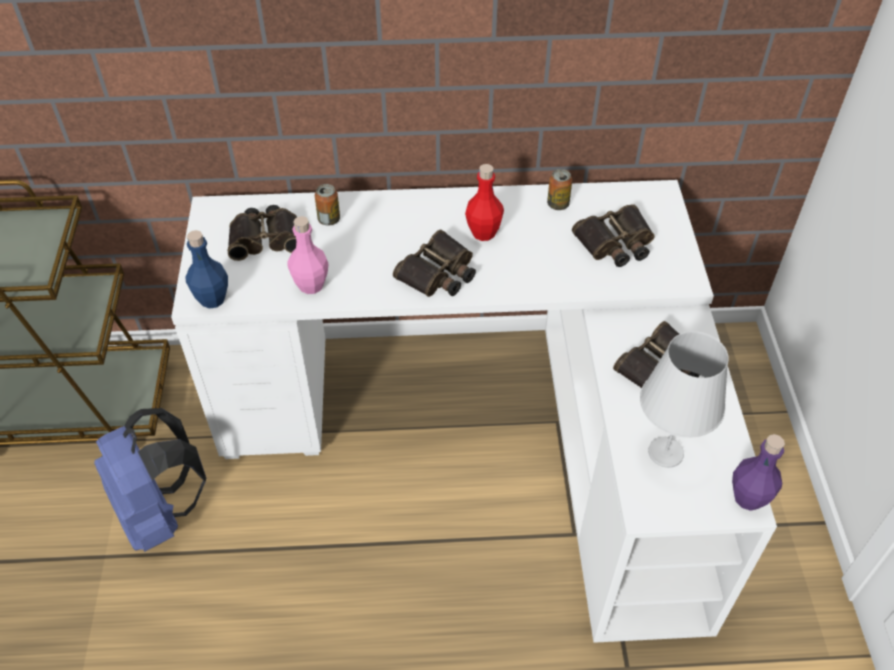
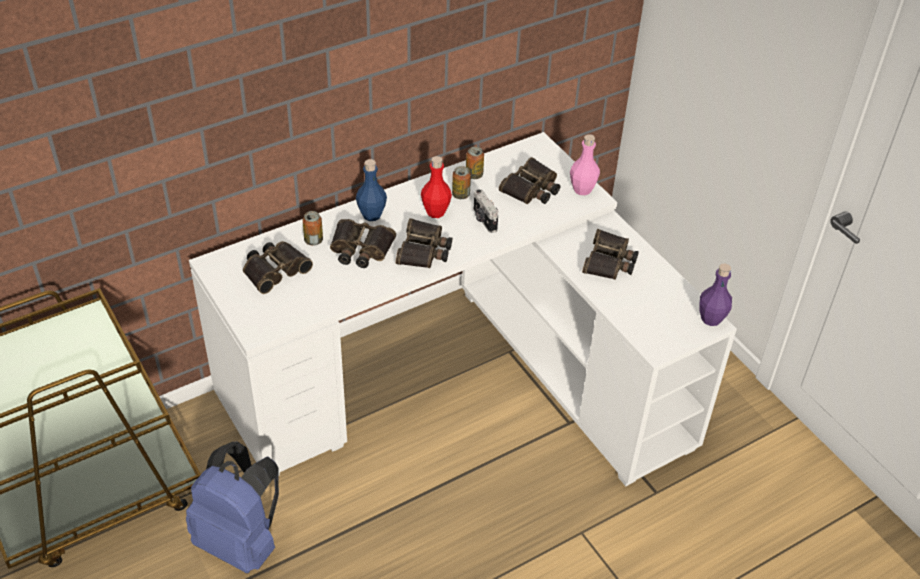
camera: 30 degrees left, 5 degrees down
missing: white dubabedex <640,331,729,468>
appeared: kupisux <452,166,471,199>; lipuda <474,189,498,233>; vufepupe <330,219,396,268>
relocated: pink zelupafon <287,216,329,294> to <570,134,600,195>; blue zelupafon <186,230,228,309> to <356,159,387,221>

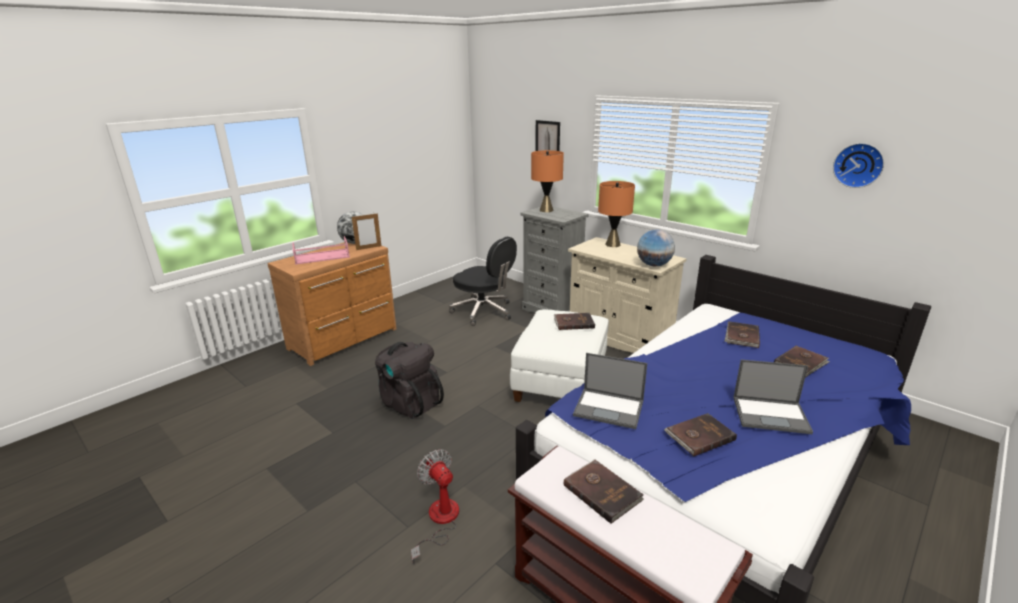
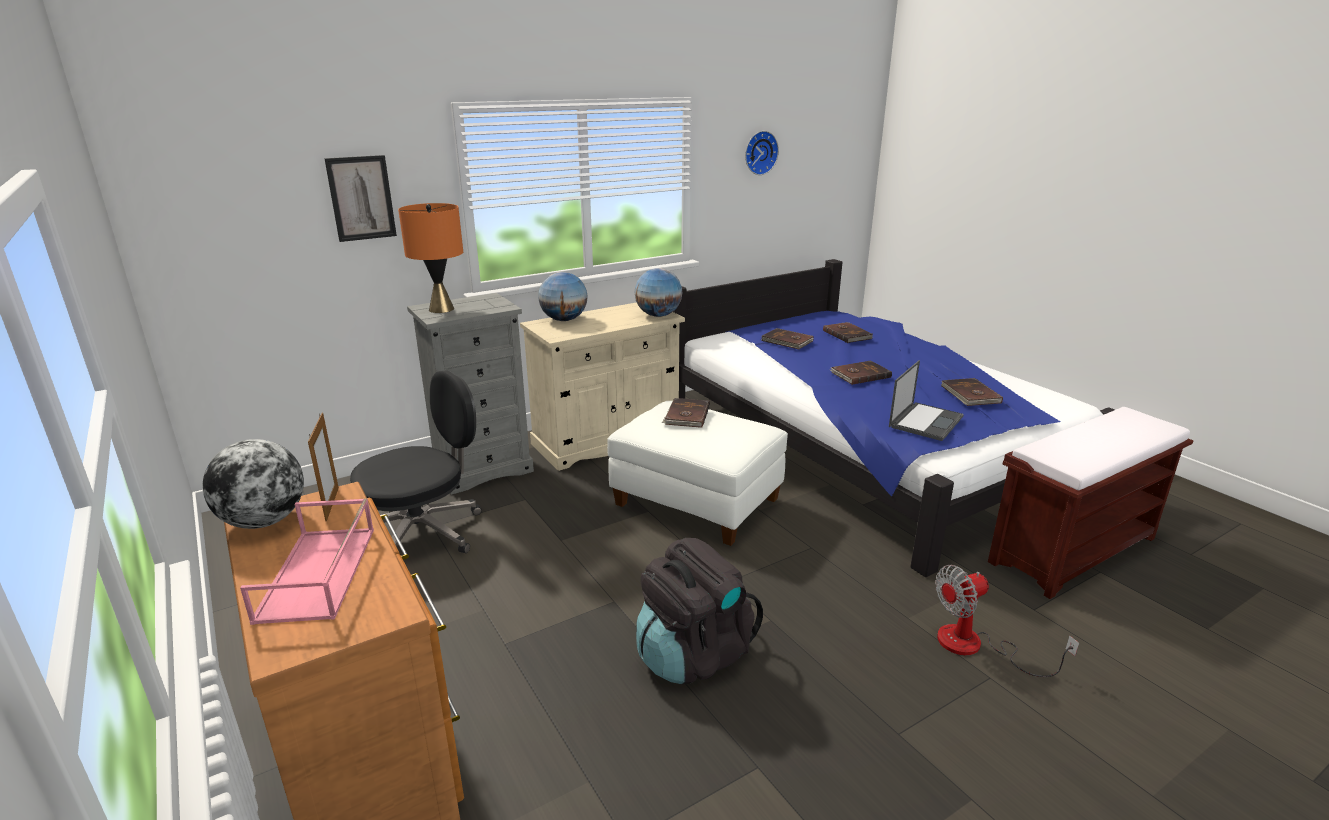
camera: 75 degrees left, 0 degrees up
missing: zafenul <733,360,813,434>
relocated: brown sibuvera <564,459,644,524> to <830,361,892,385>
exchanged: orange dubabedex <598,181,635,247> to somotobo <538,272,588,321>

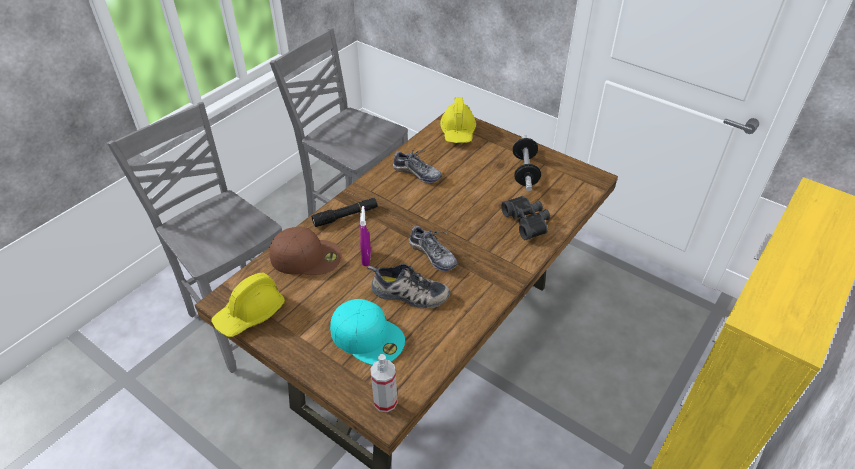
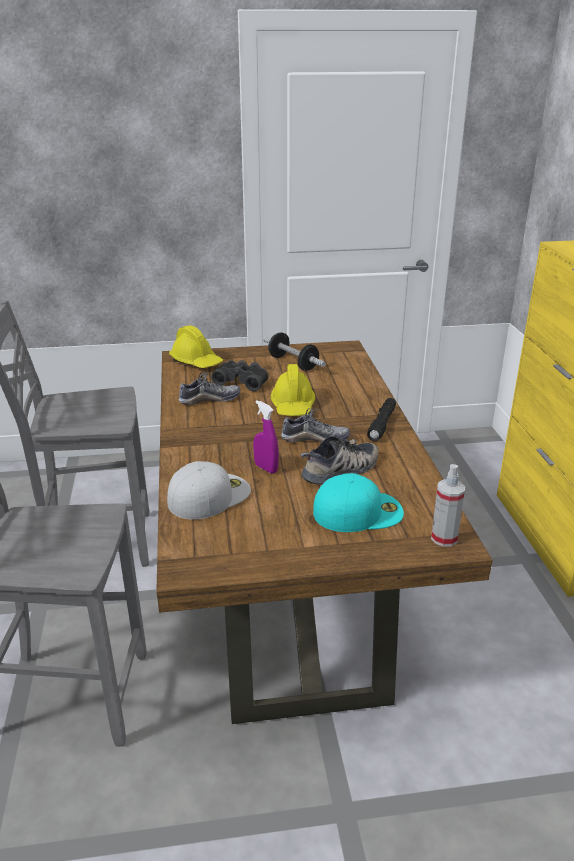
camera: 45 degrees left, 15 degrees down
relocated: black vufepupe <501,196,550,240> to <211,360,269,391>; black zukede <311,198,377,227> to <367,398,396,441>; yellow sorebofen <211,272,285,337> to <270,364,315,416>
colour: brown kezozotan <270,227,341,275> to white kezozotan <167,461,251,520>

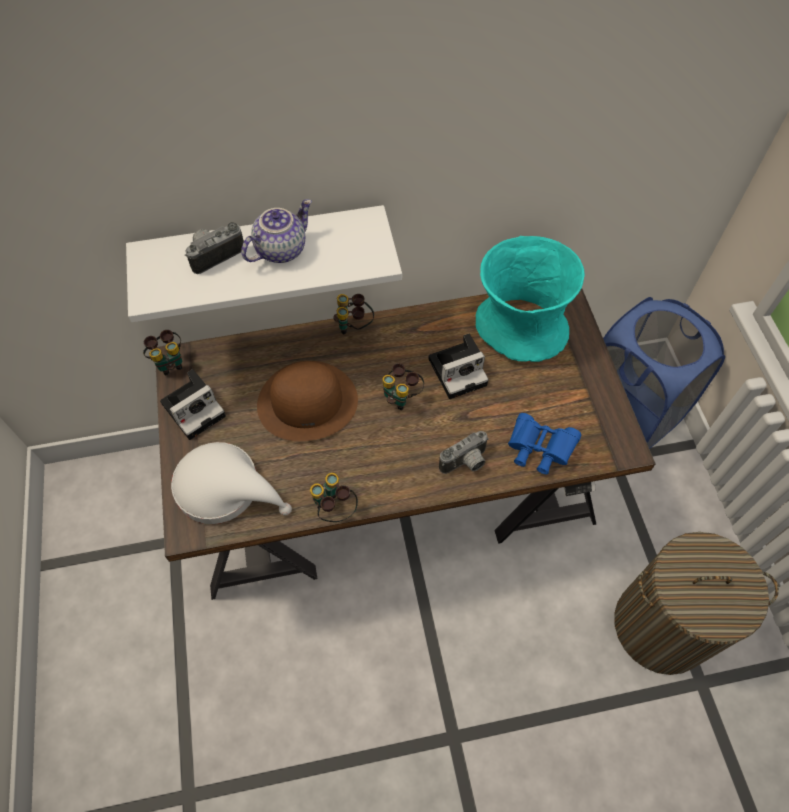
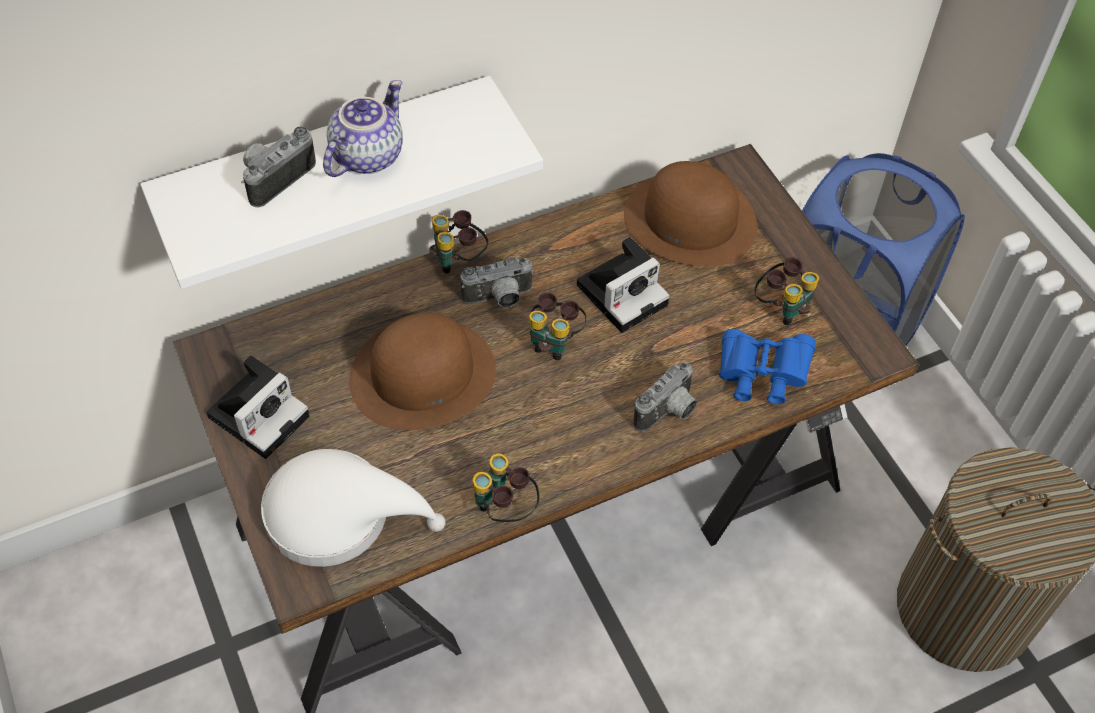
camera: 15 degrees left, 5 degrees down
appeared: lipuda <461,257,534,308>
relocated: vufepupe <143,330,182,375> to <755,257,819,325>
exchanged: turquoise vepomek <476,236,585,362> to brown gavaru <624,161,757,267>

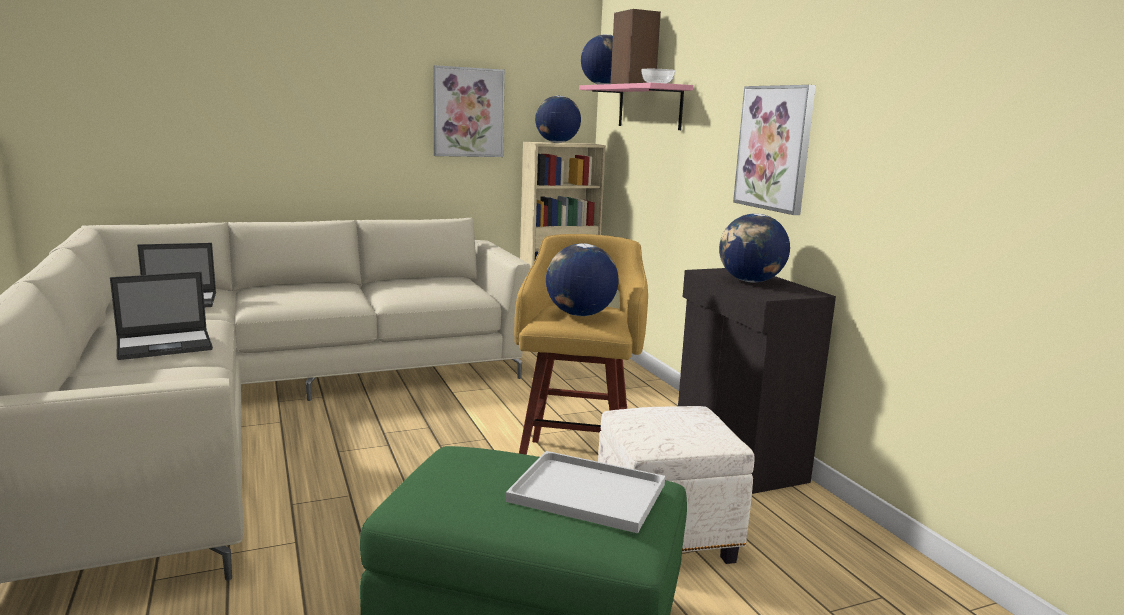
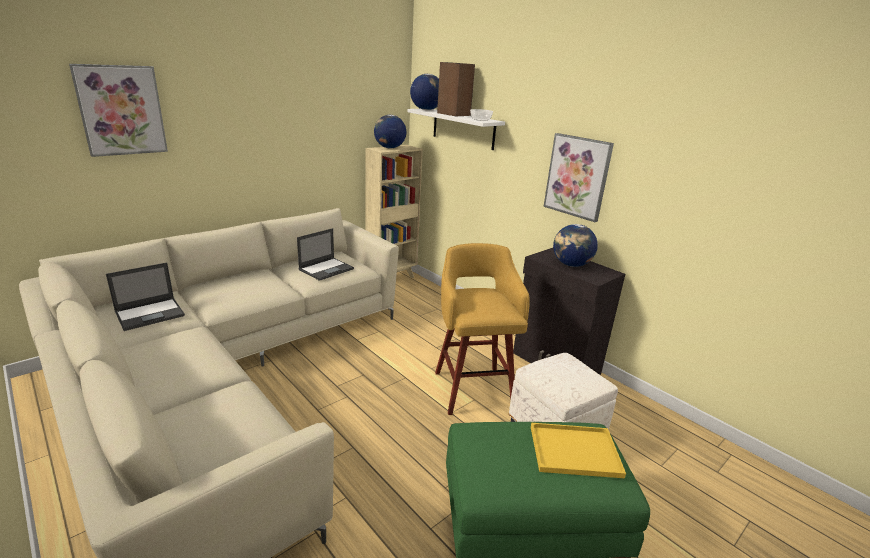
camera: 20 degrees left, 10 degrees up
missing: somotobo <546,243,618,316>
relocated: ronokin <433,65,505,157> to <69,64,168,157>; zafenul <110,272,213,360> to <297,228,354,281>
colour: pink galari <579,83,693,130> to white galari <407,109,505,150>; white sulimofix <506,451,665,533> to yellow sulimofix <531,423,626,478>

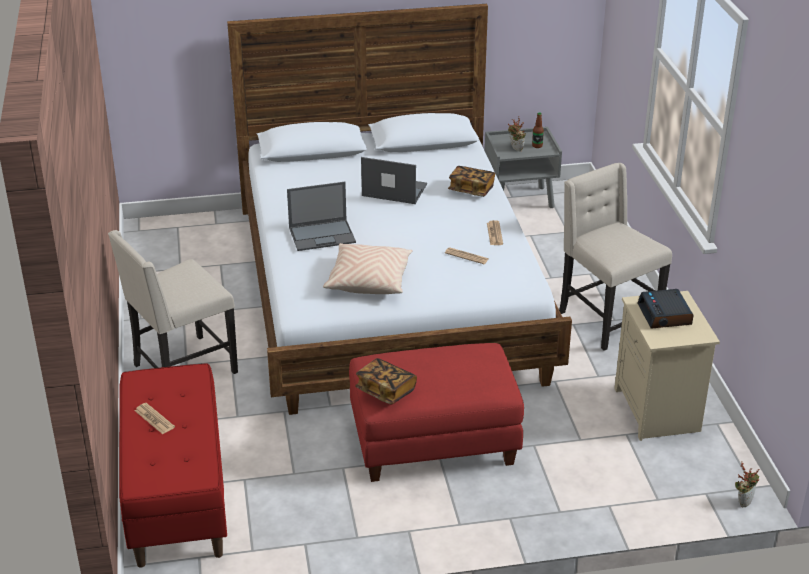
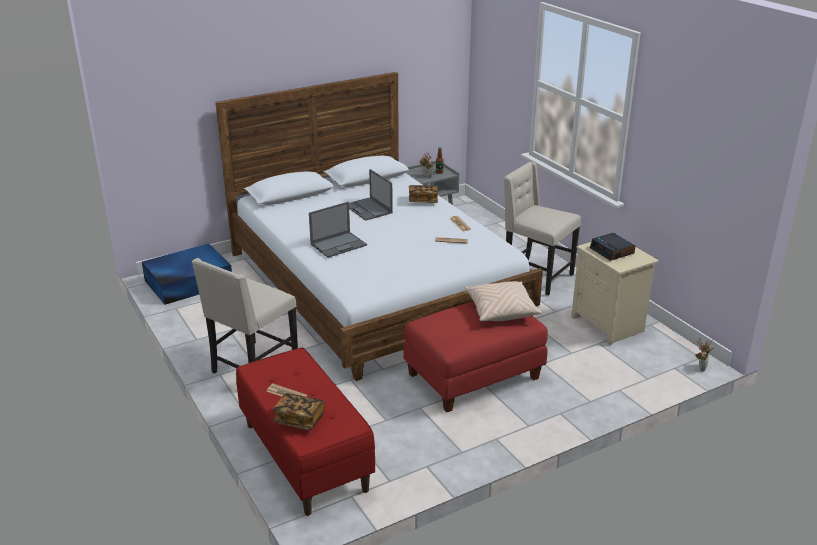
camera: 20 degrees left, 5 degrees down
appeared: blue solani <142,243,232,305>
relocated: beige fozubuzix <323,243,413,294> to <464,281,542,321>; sibuvera <355,358,417,404> to <273,393,325,430>
spun: zafenul <361,157,427,204> = <349,169,393,221> 120 degrees counterclockwise

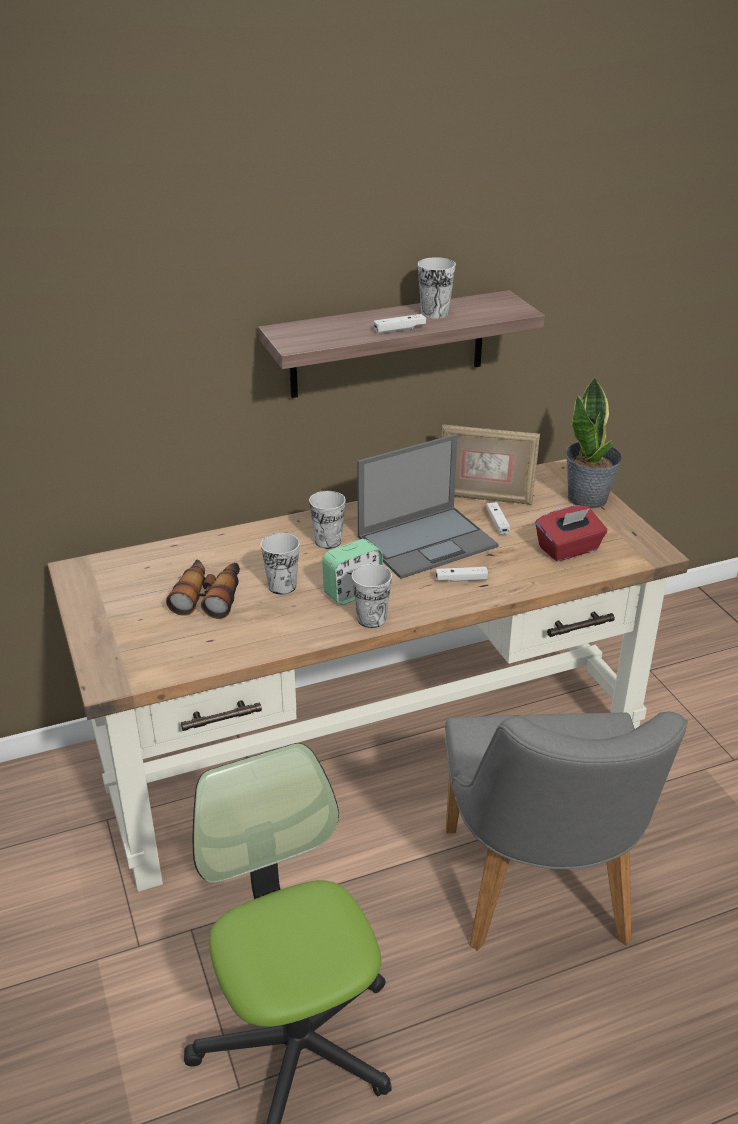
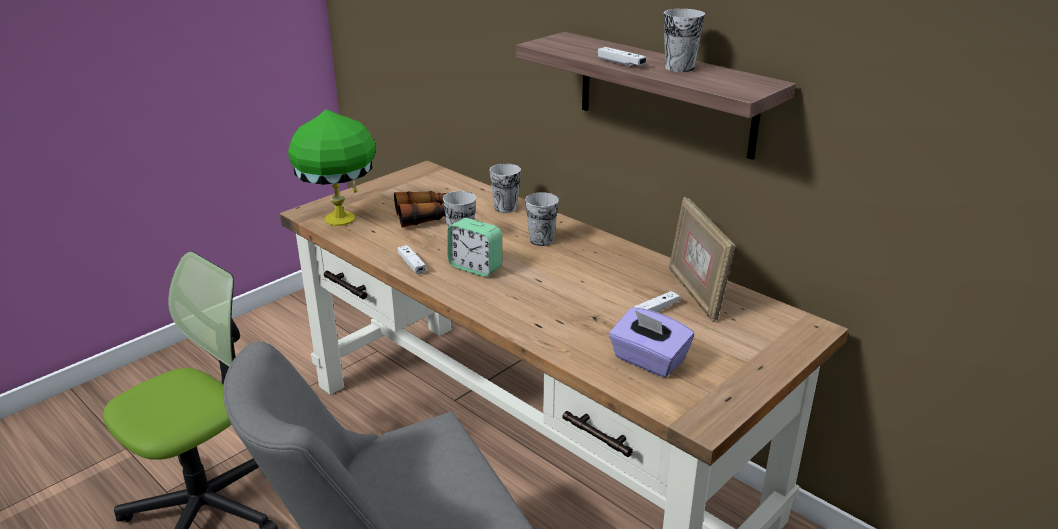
camera: 65 degrees right, 5 degrees down
missing: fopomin <565,376,623,509>; zafenul <357,434,499,579>
appeared: green dubabedex <288,109,376,226>
relocated: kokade <352,564,392,628> to <489,164,521,213>; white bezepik <436,567,488,582> to <398,245,426,275>
colour: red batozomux <535,505,607,561> to purple batozomux <609,308,694,378>

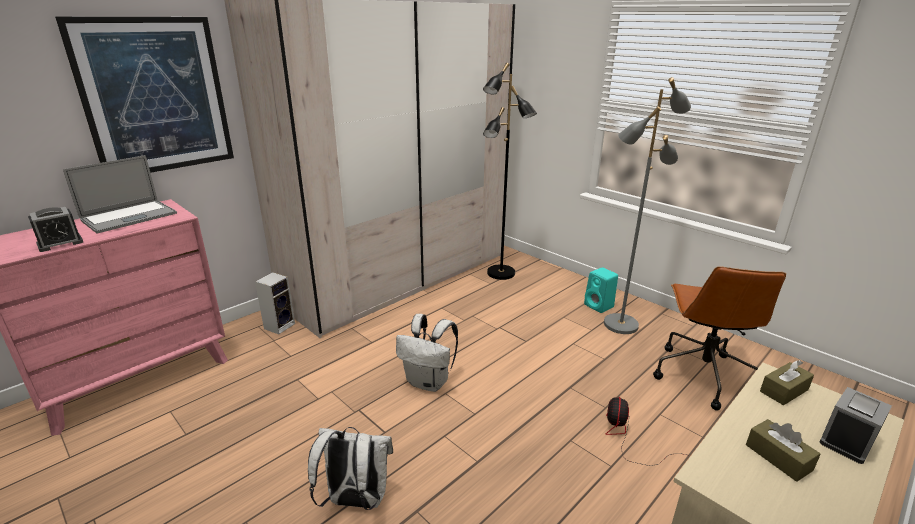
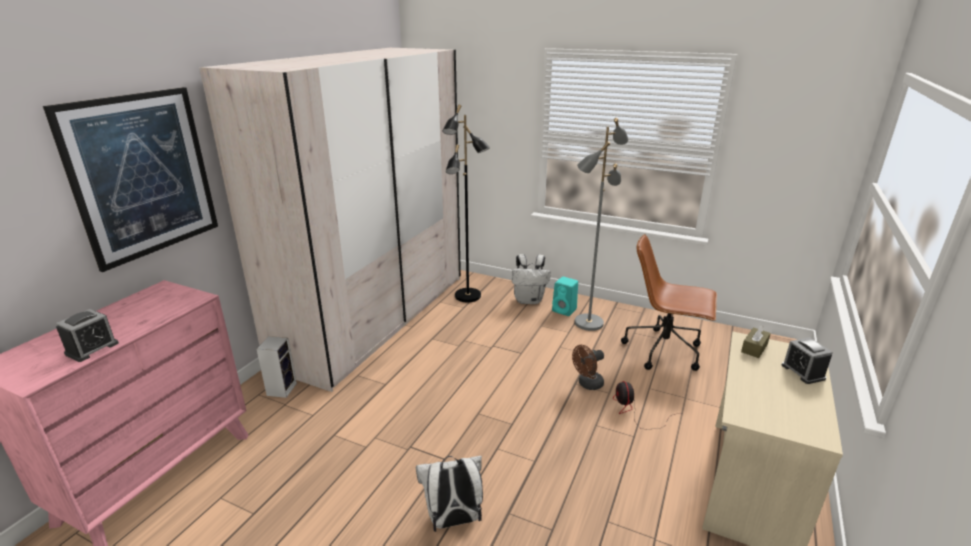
camera: 20 degrees left, 0 degrees up
missing: zafenul <63,155,177,234>; brown batozomux <746,419,821,482>
appeared: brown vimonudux <572,345,604,390>
relocated: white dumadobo <396,314,458,392> to <512,254,551,304>
spun: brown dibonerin <653,266,786,411> = <621,234,717,371> 120 degrees clockwise; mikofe <820,387,892,464> = <782,337,833,384> 45 degrees counterclockwise

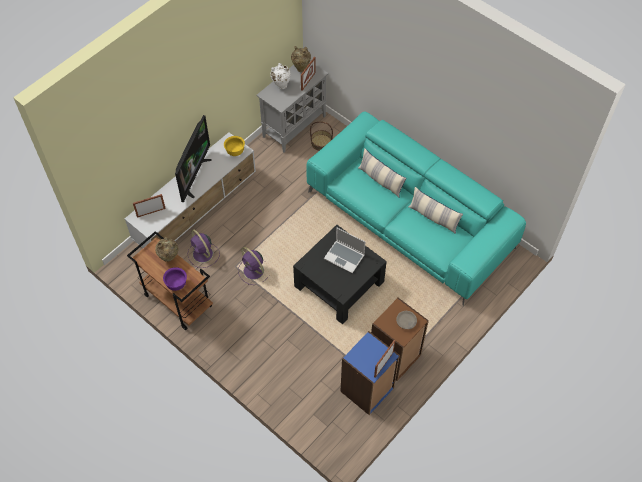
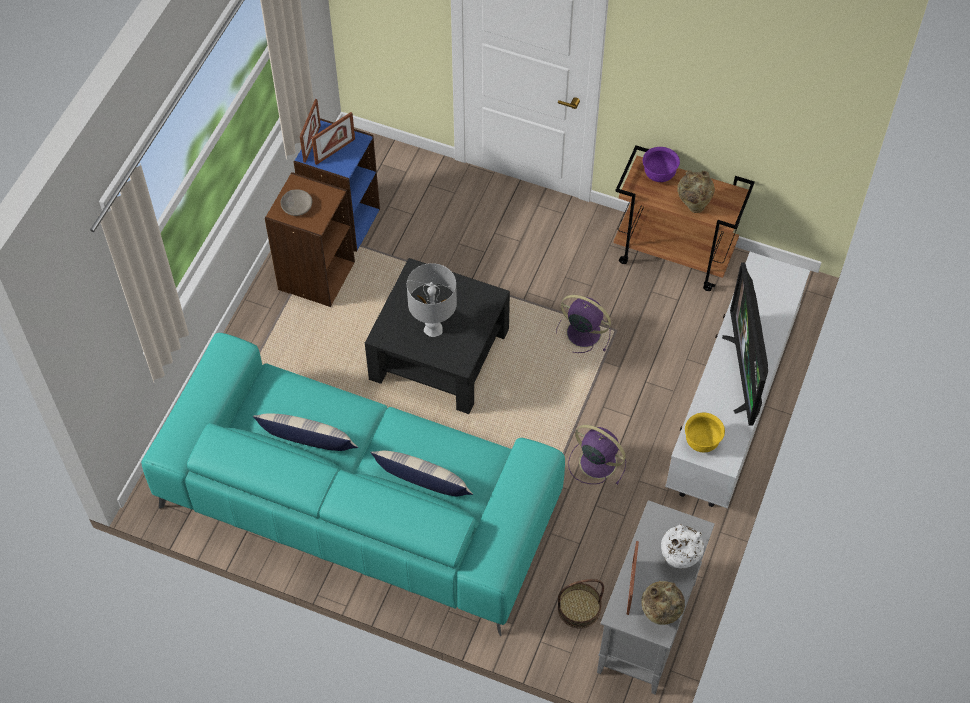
camera: 160 degrees right, 0 degrees up
relocated: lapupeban <133,194,166,218> to <311,112,355,165>; purple vimonudux <187,230,220,268> to <568,425,626,485>
exchanged: zafenul <324,227,365,273> to grey dubabedex <407,263,457,337>

